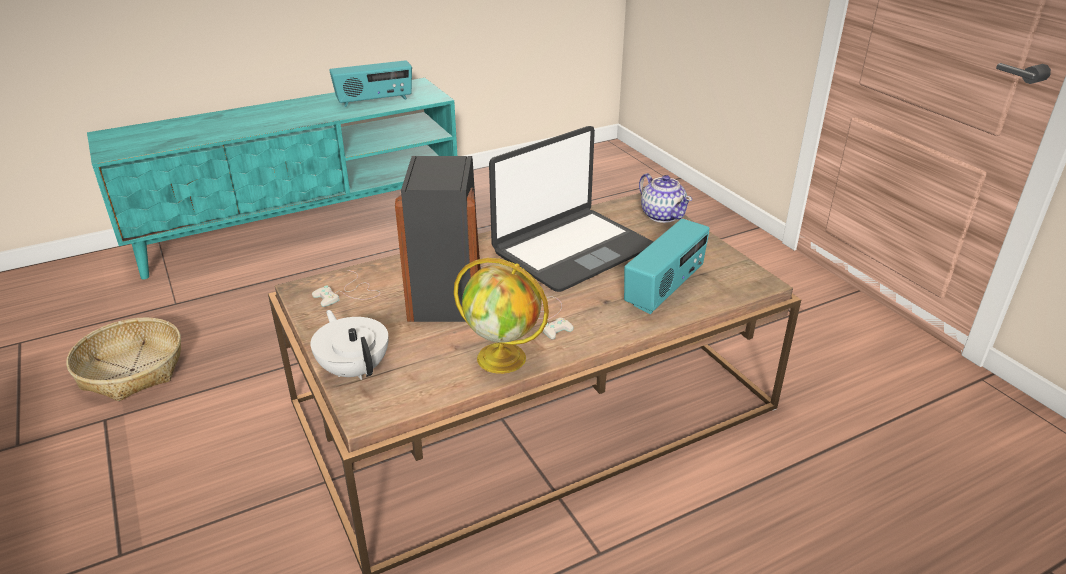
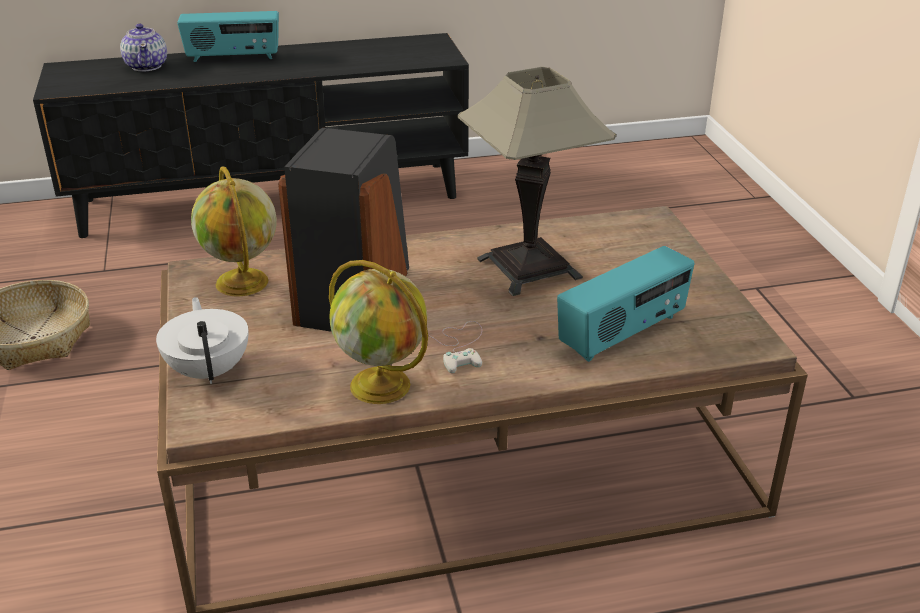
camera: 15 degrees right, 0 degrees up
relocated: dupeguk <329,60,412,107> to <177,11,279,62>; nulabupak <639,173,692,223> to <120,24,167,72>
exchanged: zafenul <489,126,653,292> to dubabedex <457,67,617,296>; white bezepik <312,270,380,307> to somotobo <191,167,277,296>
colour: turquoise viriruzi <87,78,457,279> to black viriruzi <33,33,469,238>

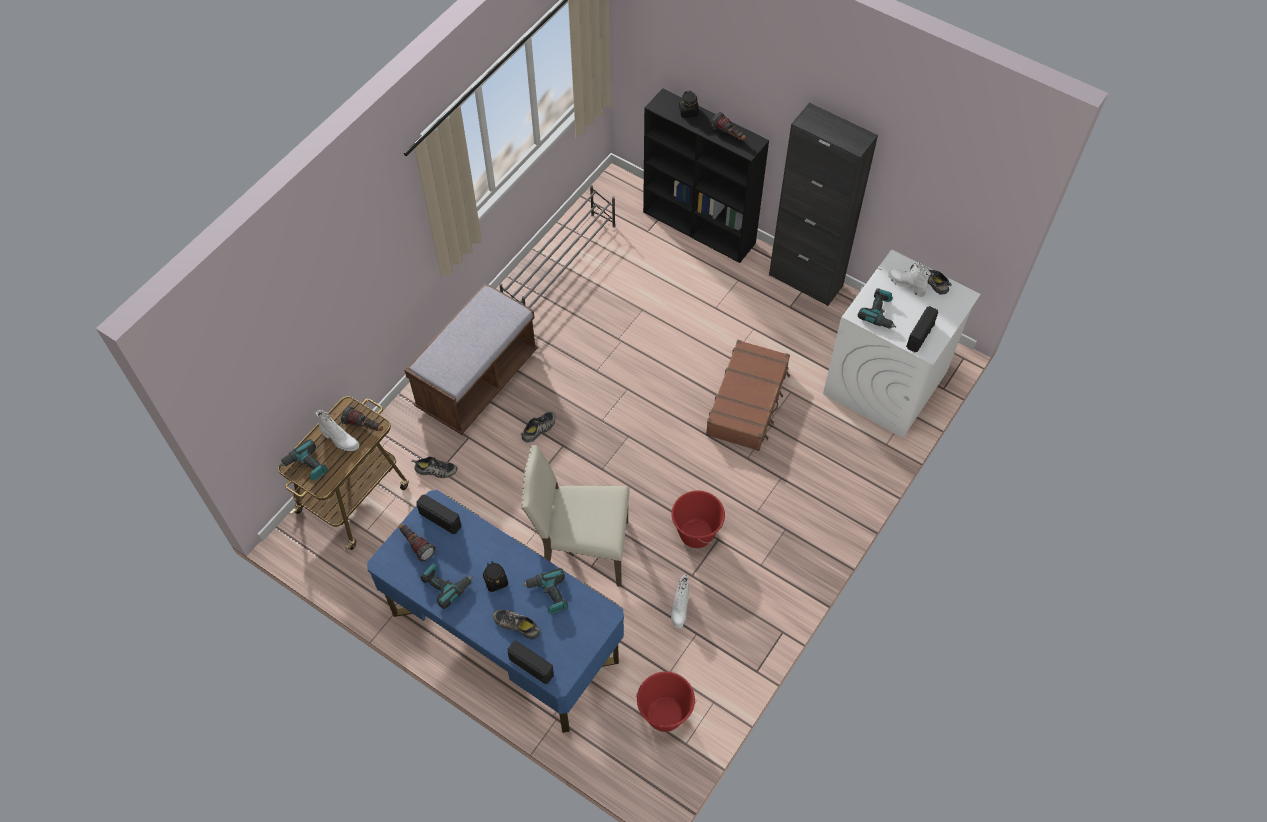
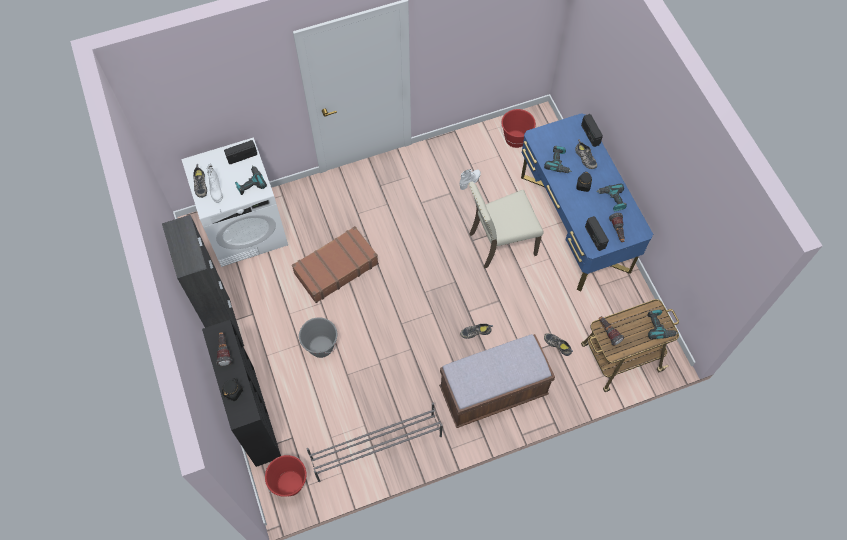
camera: 145 degrees left, 5 degrees up
missing: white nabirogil <316,410,360,451>
appeared: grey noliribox <299,317,337,358>
relocated: red noliribox <672,491,725,548> to <265,455,307,497>
spun: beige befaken <521,445,630,587> = <468,181,544,269> 120 degrees clockwise

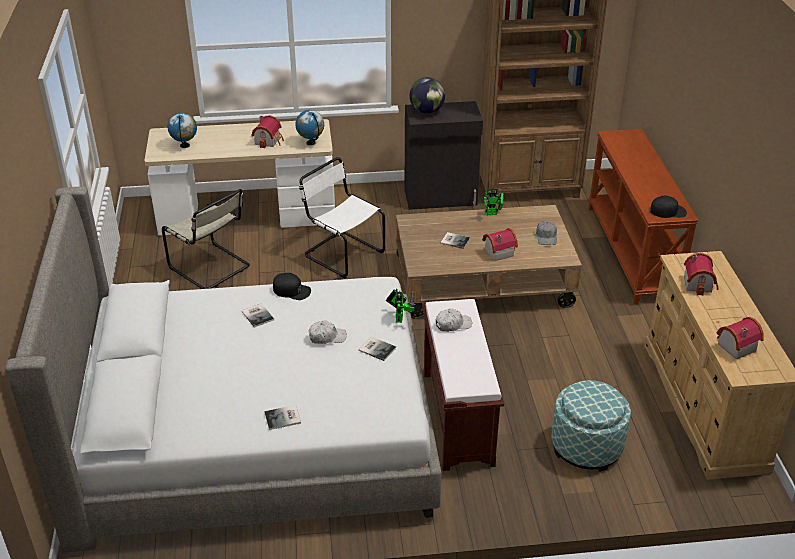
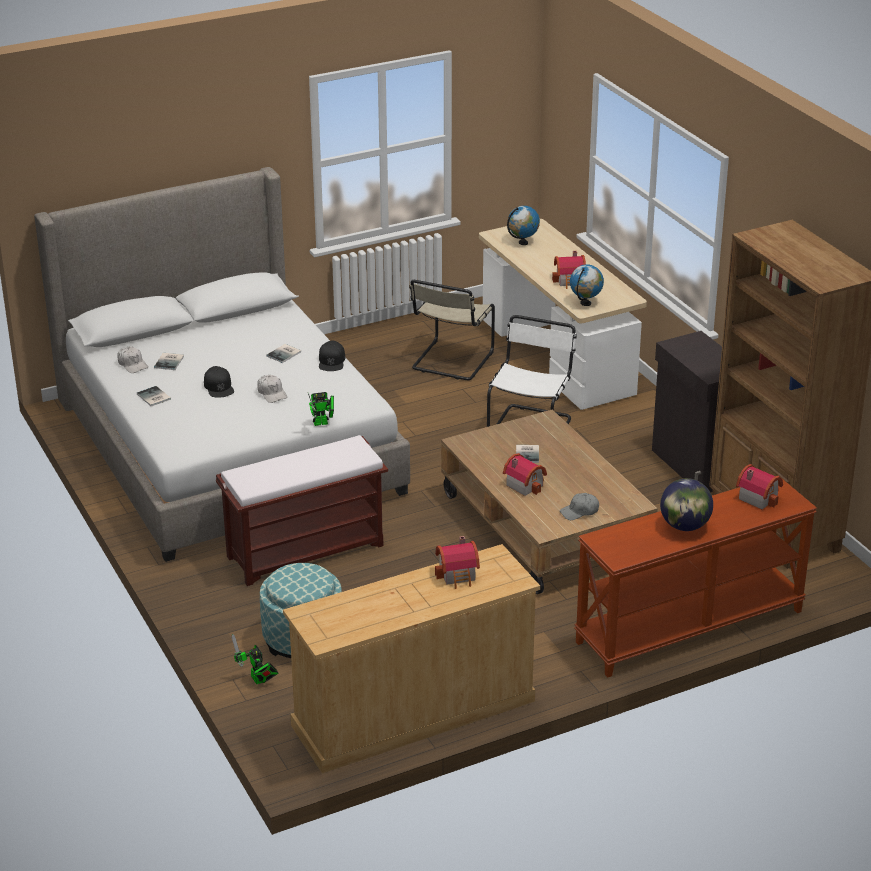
camera: 70 degrees right, 5 degrees down
relocated: somotobo <409,77,445,114> to <660,478,713,531>; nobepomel <484,189,504,215> to <231,634,278,684>; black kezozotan <650,196,687,218> to <204,366,234,397>; white kezozotan <436,308,472,332> to <117,347,148,373>; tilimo <717,317,764,360> to <736,464,783,509>; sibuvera <359,336,396,361> to <154,353,184,370>

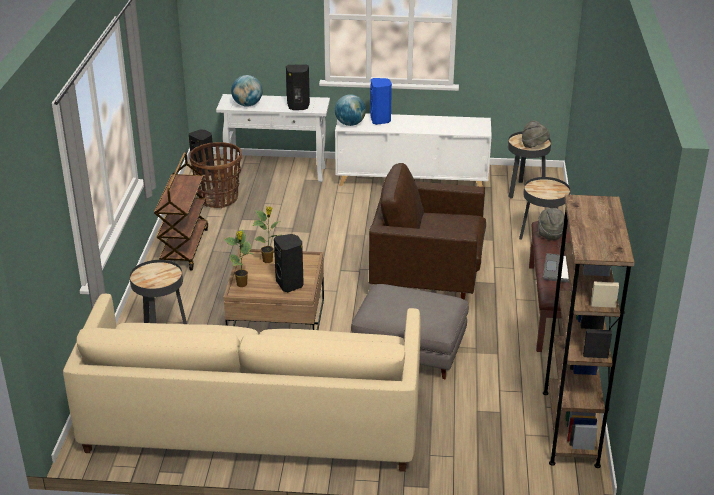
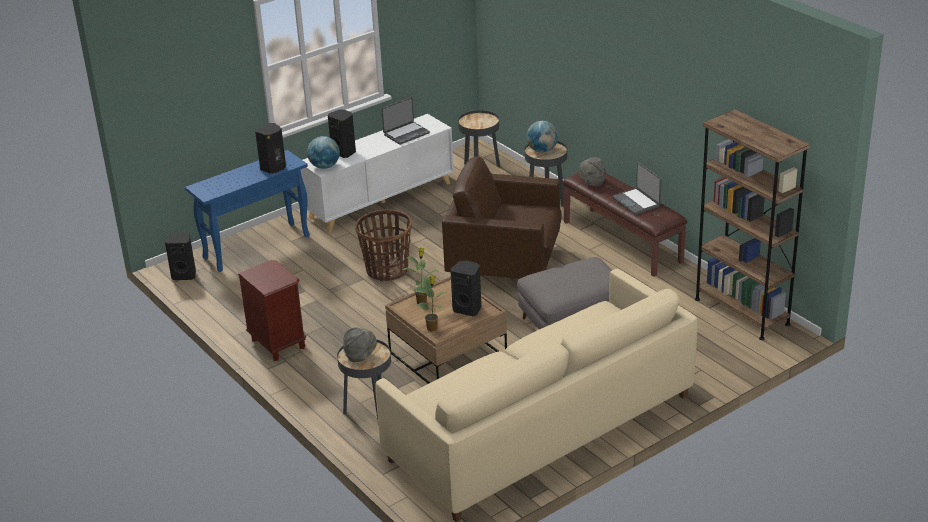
camera: 40 degrees left, 0 degrees up
appeared: zafenul <381,97,430,145>
relocated: somotobo <231,75,263,107> to <526,121,558,153>; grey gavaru <522,121,550,148> to <343,327,377,362>; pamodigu <189,142,242,208> to <355,210,412,281>
exchanged: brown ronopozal <154,152,208,270> to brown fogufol <238,260,306,361>
colour: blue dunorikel <370,78,392,125> to black dunorikel <328,110,356,158>; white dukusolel <216,94,330,182> to blue dukusolel <185,150,310,272>
spun: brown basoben <369,163,486,300> = <442,156,562,279> 45 degrees clockwise

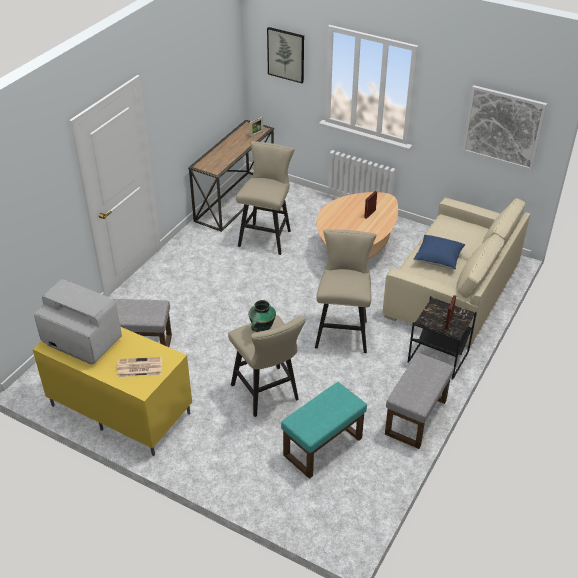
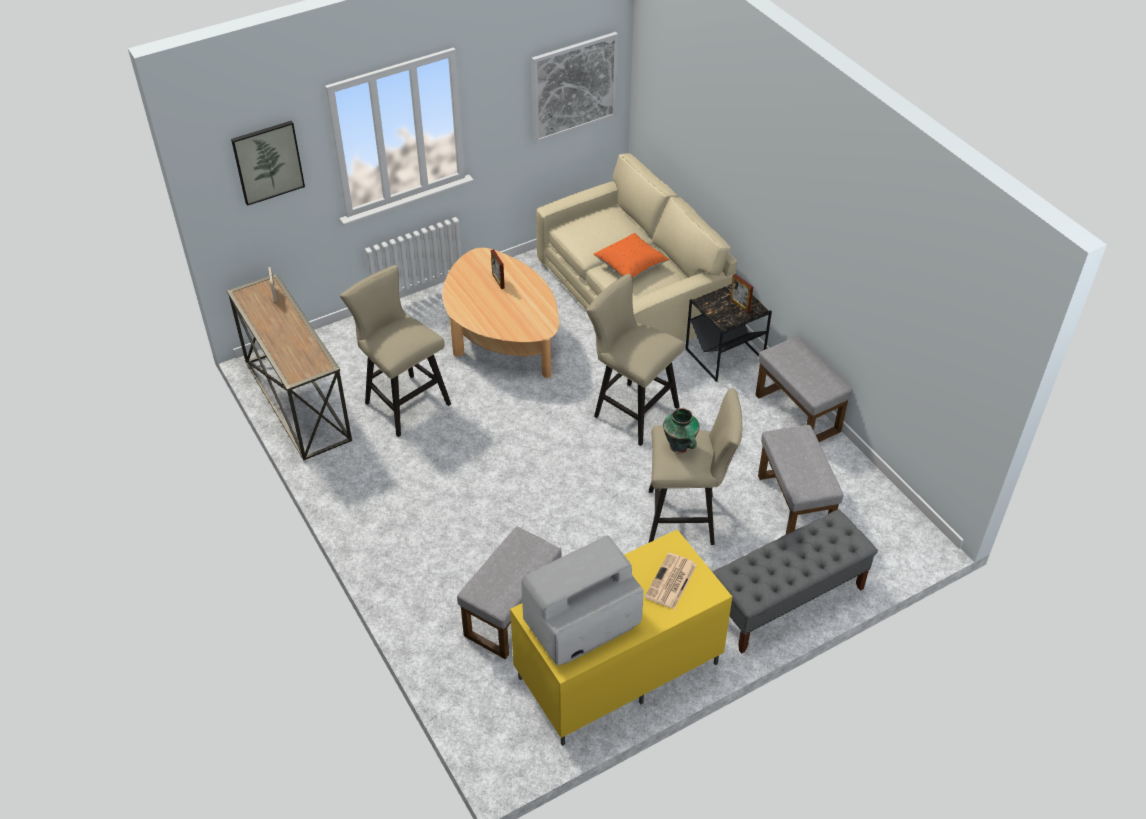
camera: 60 degrees left, 5 degrees up
appeared: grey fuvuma <713,509,878,654>
colour: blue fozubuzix <413,235,465,269> to orange fozubuzix <593,233,669,279>; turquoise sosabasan <281,382,367,479> to grey sosabasan <758,425,843,534>

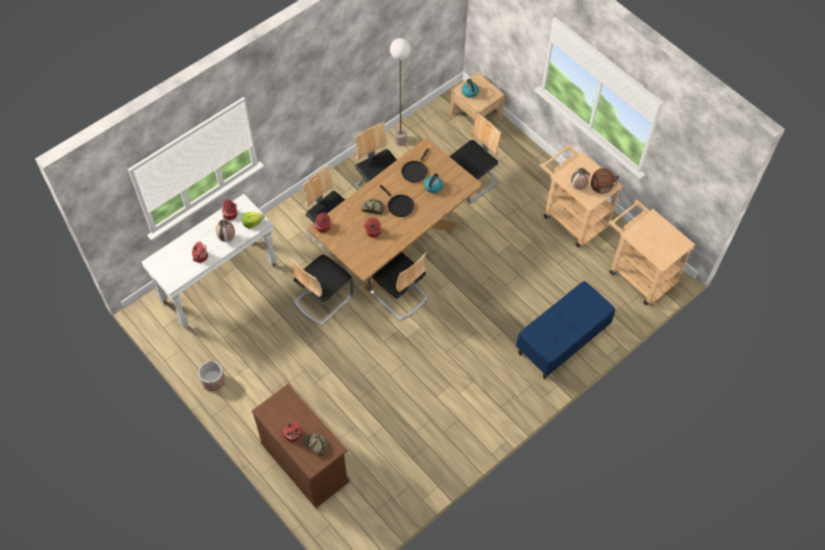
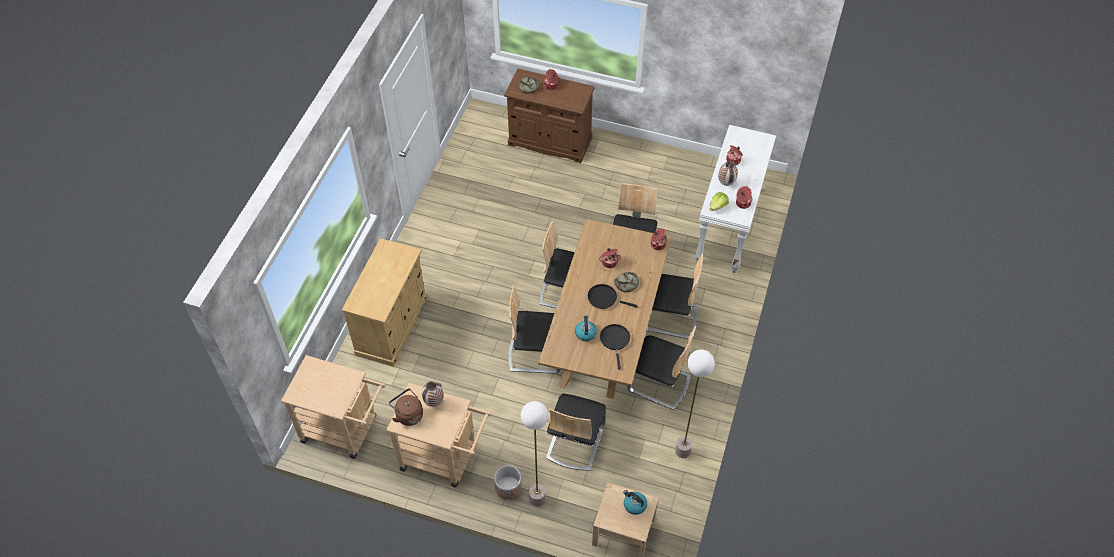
camera: 150 degrees right, 5 degrees down
appeared: befaken <508,285,560,374>; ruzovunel <521,401,548,507>
relocated: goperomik <198,361,225,391> to <494,465,522,500>
exchanged: blue fuvuma <516,281,615,379> to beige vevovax <342,238,427,367>

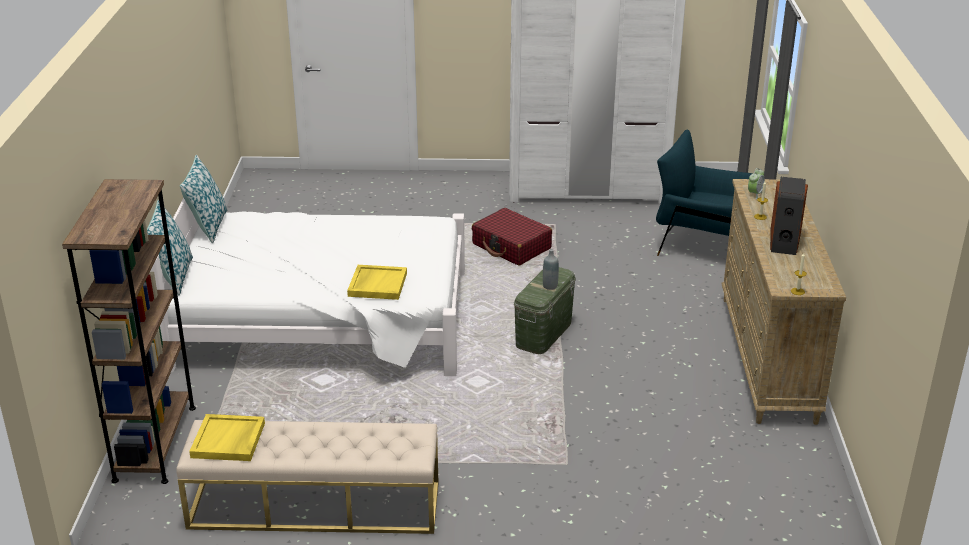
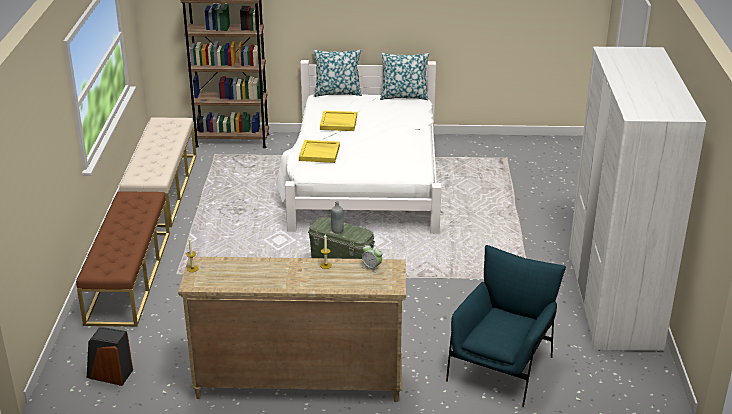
camera: 90 degrees right, 0 degrees up
missing: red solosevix <472,208,552,265>
appeared: brown fuvuma <76,191,170,327>
relocated: dunorikel <770,177,808,255> to <87,327,133,386>; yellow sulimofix <189,414,265,461> to <320,111,357,131>

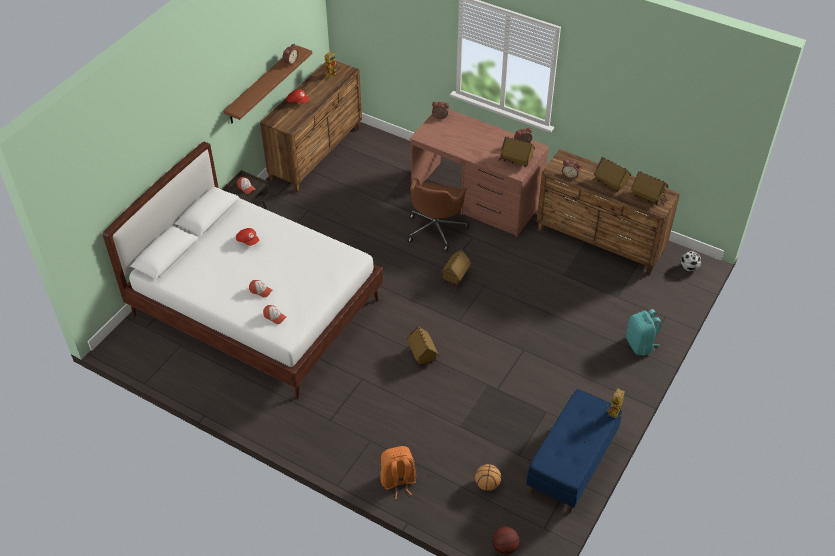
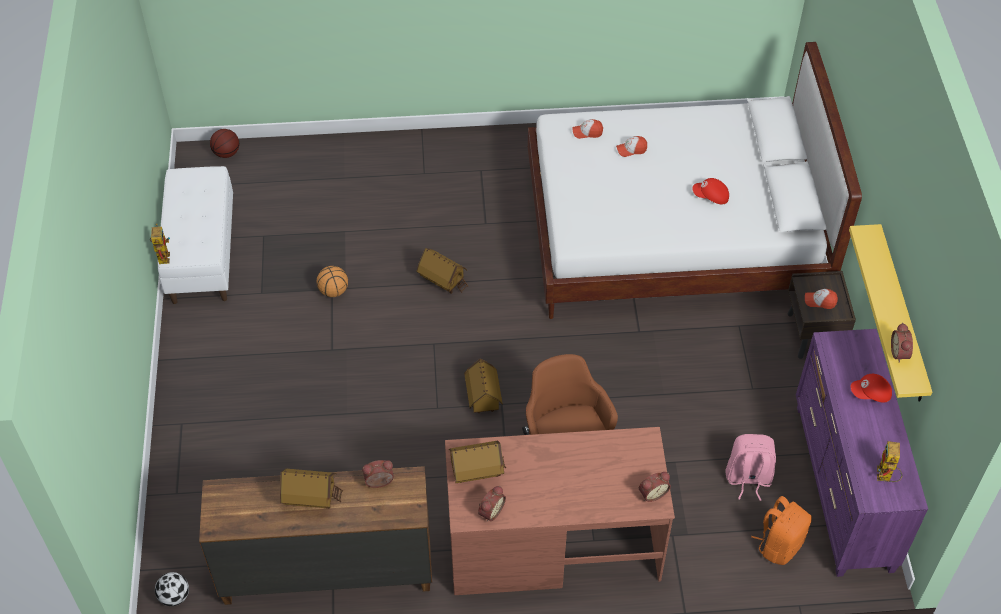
camera: 145 degrees right, 5 degrees up
missing: tilimo <631,171,668,205>; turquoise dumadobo <626,309,661,355>
appeared: pink dumadobo <726,434,776,501>
relocated: orange dumadobo <380,446,416,499> to <751,496,812,565>; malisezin <475,464,501,491> to <317,266,348,297>
colour: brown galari <223,45,312,124> to yellow galari <849,224,932,402>; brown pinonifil <260,61,362,192> to purple pinonifil <796,329,928,577>; blue fuvuma <526,389,622,513> to white fuvuma <158,166,233,304>

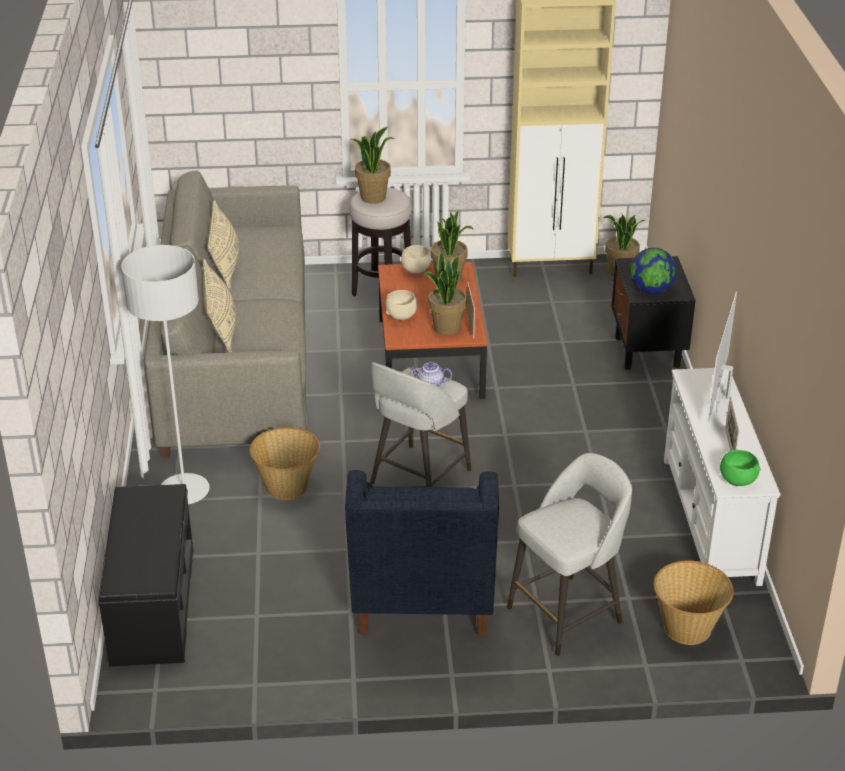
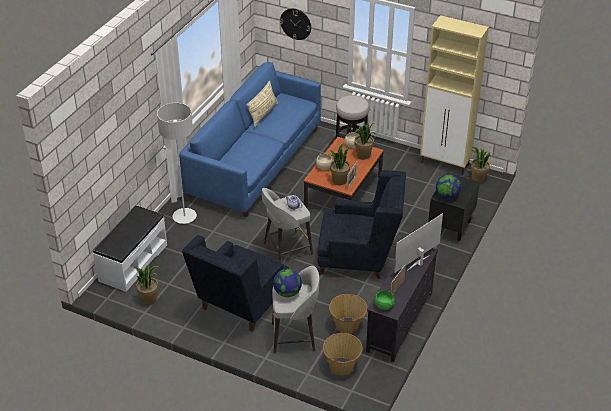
camera: 30 degrees right, 5 degrees up
missing: beige fozubuzix <203,259,236,352>
appeared: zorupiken <280,8,311,40>; blue basoben <317,170,406,279>; somotobo <273,269,302,297>
relocated: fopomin <351,127,395,204> to <134,265,159,305>; pamodigu <250,427,320,500> to <329,294,367,334>
colour: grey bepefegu <144,170,307,458> to blue bepefegu <179,62,321,217>; white viriruzi <664,368,781,586> to black viriruzi <366,248,438,362>; black fuvuma <98,484,193,666> to white fuvuma <93,205,167,292>

